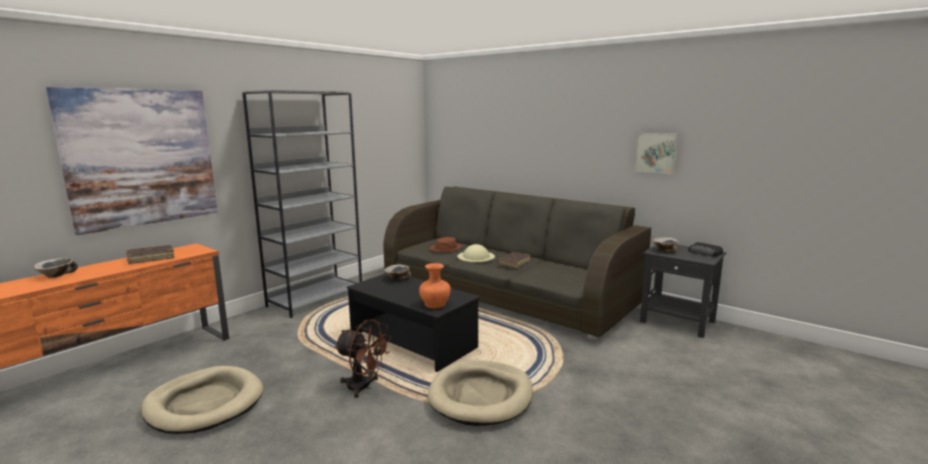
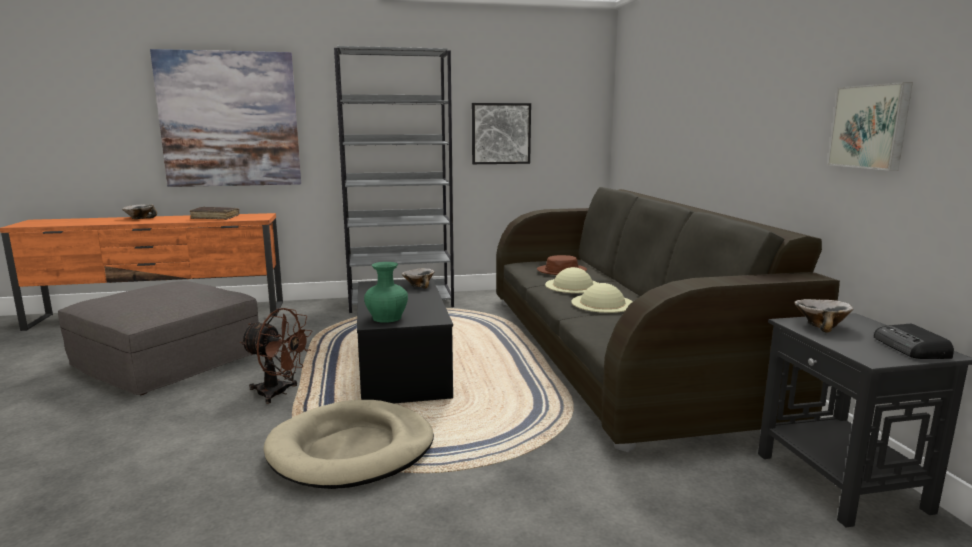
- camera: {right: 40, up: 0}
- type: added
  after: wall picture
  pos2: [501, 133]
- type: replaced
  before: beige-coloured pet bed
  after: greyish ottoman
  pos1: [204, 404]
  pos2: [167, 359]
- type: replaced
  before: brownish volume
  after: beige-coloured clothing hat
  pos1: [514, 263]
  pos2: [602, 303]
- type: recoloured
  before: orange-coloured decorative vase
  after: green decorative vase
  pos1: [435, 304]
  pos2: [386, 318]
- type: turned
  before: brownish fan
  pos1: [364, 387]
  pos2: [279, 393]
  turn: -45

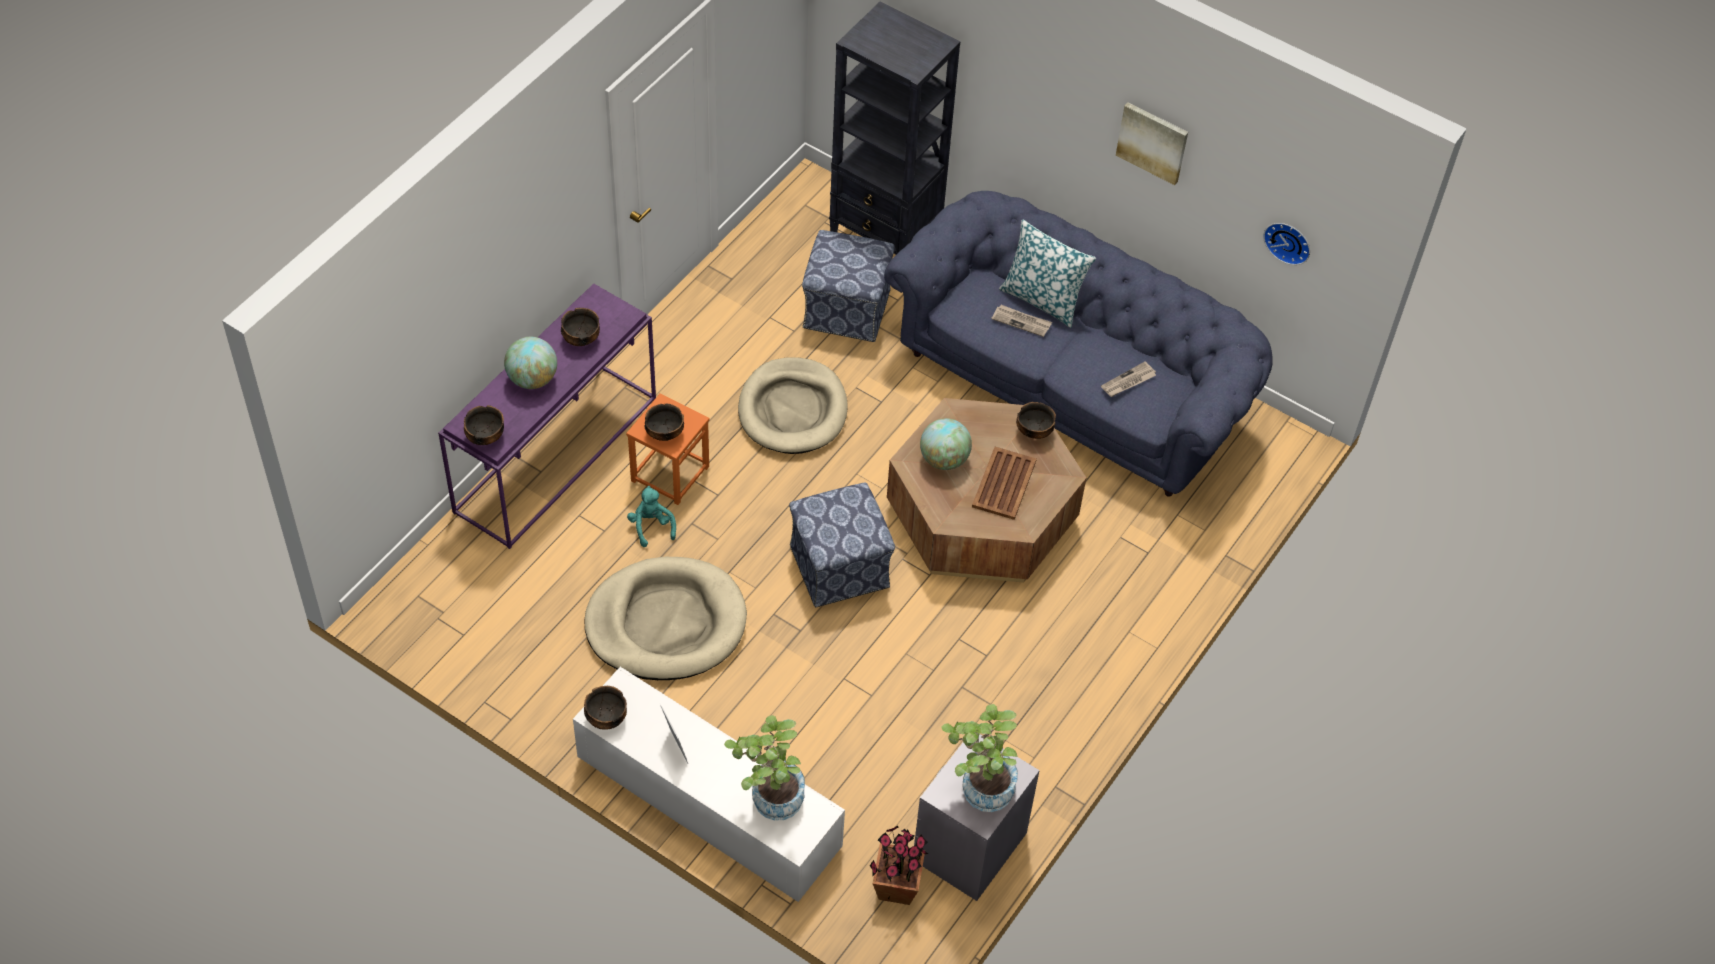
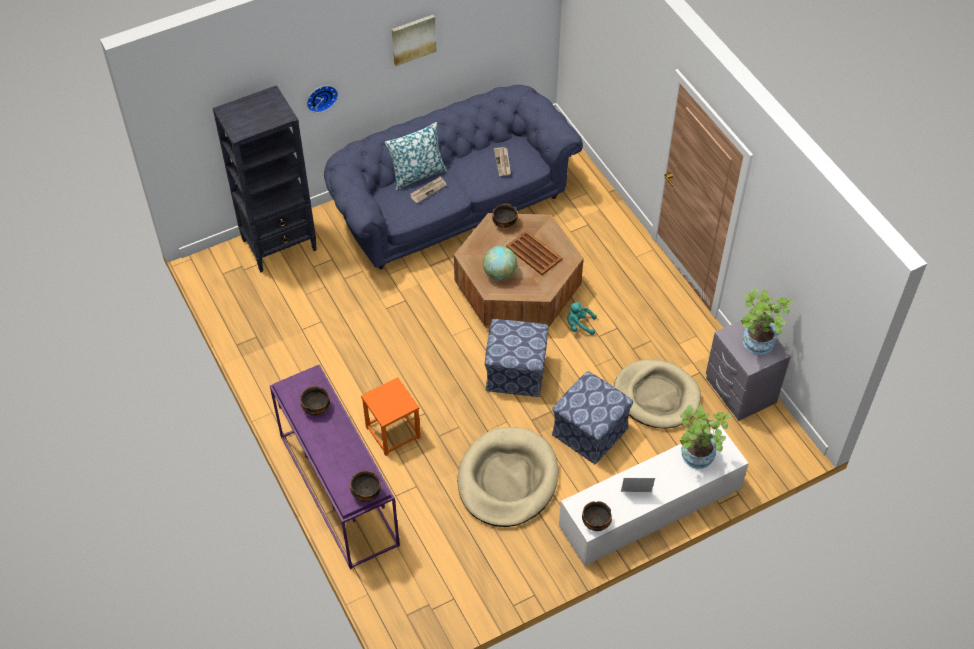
- camera: {right: -60, up: 0}
- type: removed
  before: world globe
  pos1: [532, 379]
- type: removed
  before: bowl
  pos1: [664, 433]
- type: removed
  before: plant in a pot
  pos1: [896, 887]
- type: moved
  before: turquoise plush toy
  pos1: [651, 526]
  pos2: [579, 325]
- type: moved
  before: beige-coloured pet bed
  pos1: [793, 410]
  pos2: [656, 396]
- type: moved
  before: ottoman
  pos1: [845, 309]
  pos2: [589, 432]
- type: moved
  before: wall clock
  pos1: [1288, 241]
  pos2: [321, 97]

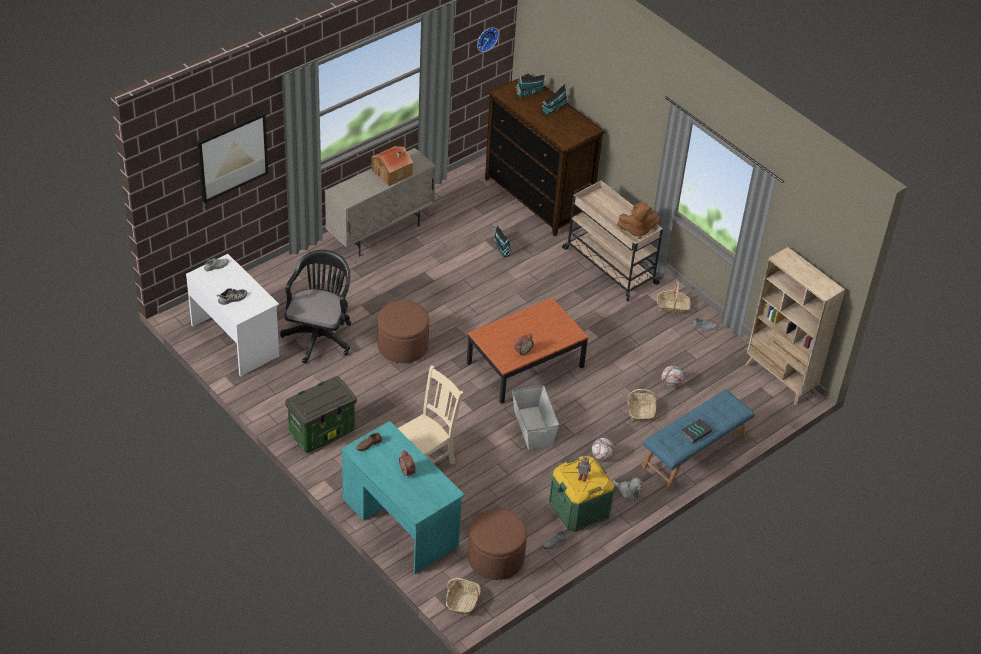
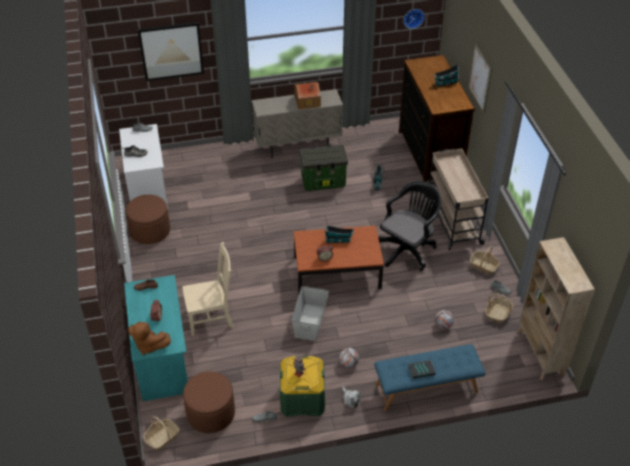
- camera: {right: 30, up: 0}
- type: added
  after: wall picture
  pos2: [480, 78]
- type: moved
  before: black-coloured office chair
  pos1: [319, 335]
  pos2: [408, 249]
- type: moved
  before: storage container
  pos1: [322, 431]
  pos2: [324, 181]
- type: moved
  before: brownish ottoman
  pos1: [402, 346]
  pos2: [150, 231]
- type: moved
  before: toy house
  pos1: [530, 92]
  pos2: [339, 240]
- type: moved
  before: brownish plush toy
  pos1: [637, 230]
  pos2: [149, 345]
- type: moved
  before: household basket
  pos1: [641, 411]
  pos2: [498, 313]

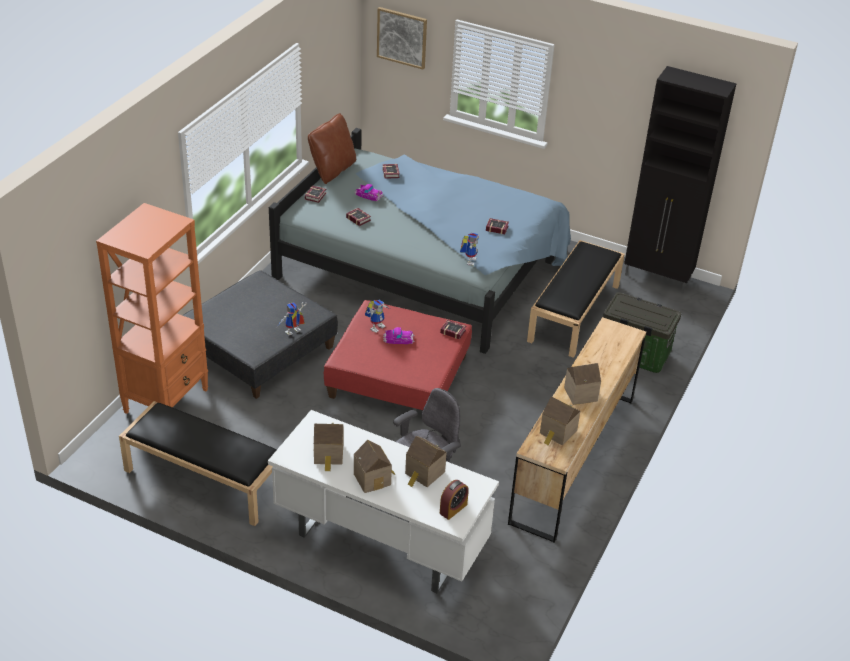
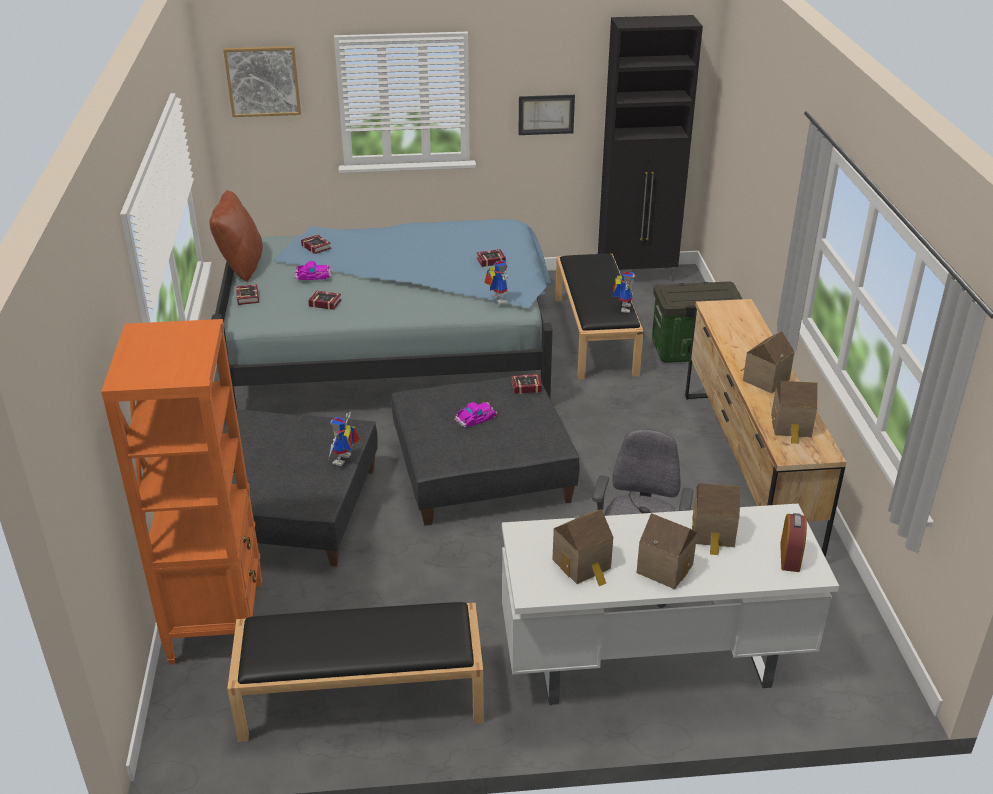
- camera: {right: -30, up: -5}
- type: added
  after: wall picture
  pos2: [546, 114]
- type: moved
  before: robot figure
  pos1: [377, 326]
  pos2: [622, 307]
- type: recoloured
  before: red ottoman
  after: greyish ottoman
  pos1: [399, 377]
  pos2: [482, 469]

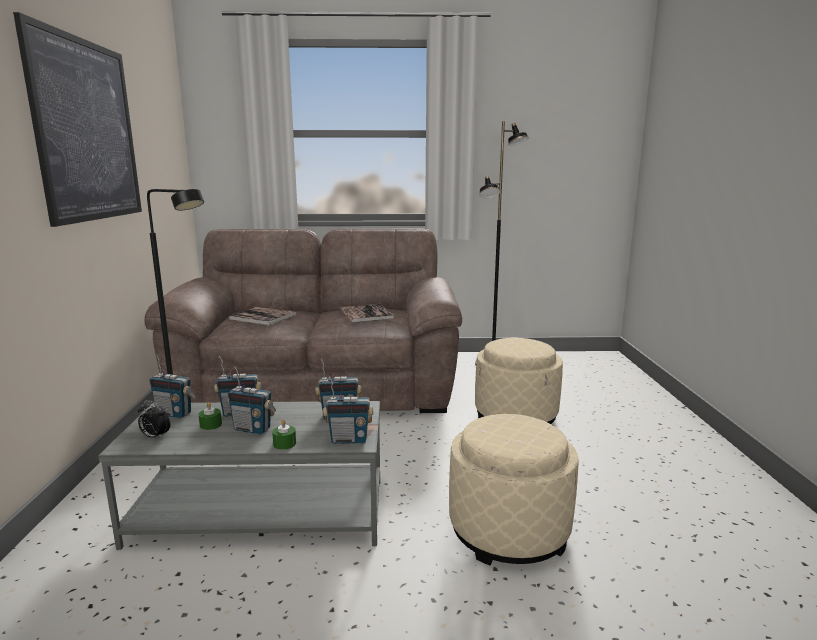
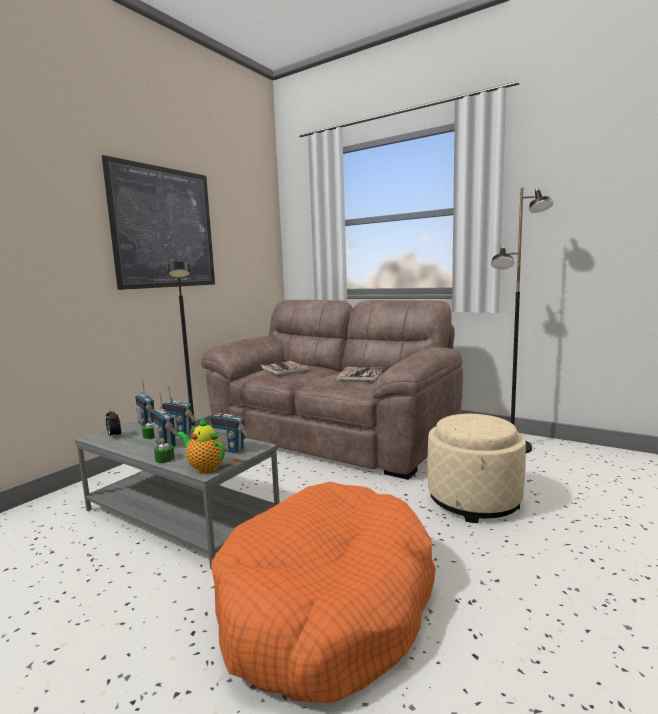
- camera: {right: 35, up: -5}
- type: replaced
  before: radio receiver
  after: pot for tea
  pos1: [349, 439]
  pos2: [204, 467]
- type: replaced
  before: beige-coloured ottoman
  after: orange-coloured pet bed
  pos1: [508, 530]
  pos2: [327, 603]

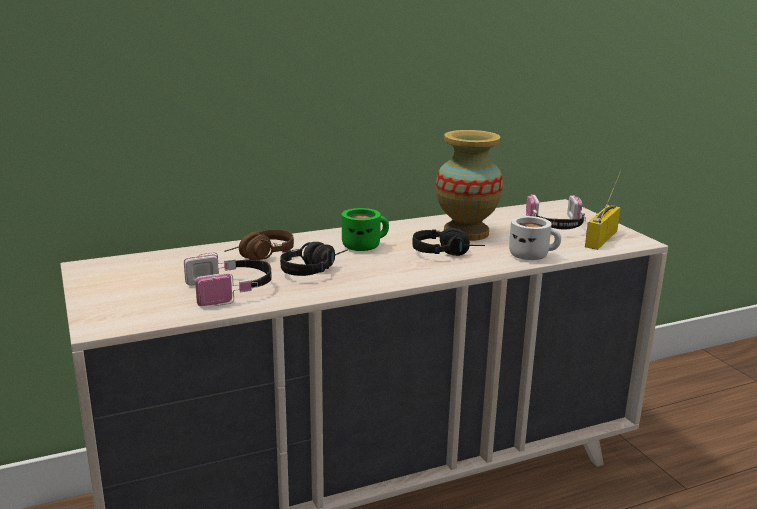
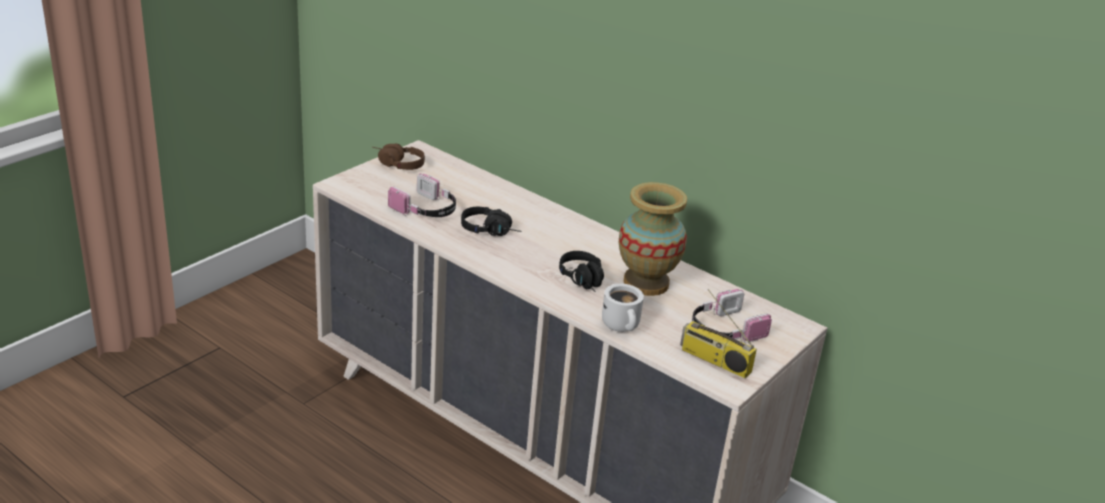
- camera: {right: 60, up: 10}
- type: removed
  before: green coffee mug
  pos1: [363, 246]
- type: moved
  before: brownish pair of headphones
  pos1: [261, 256]
  pos2: [396, 164]
- type: turned
  before: radio receiver
  pos1: [600, 238]
  pos2: [714, 360]
  turn: -150

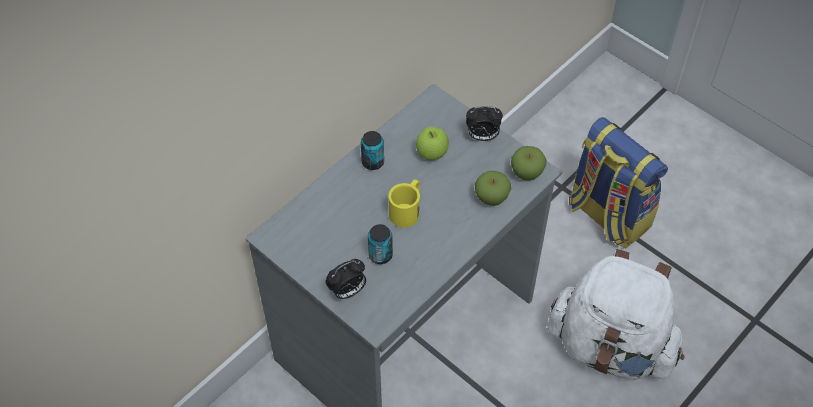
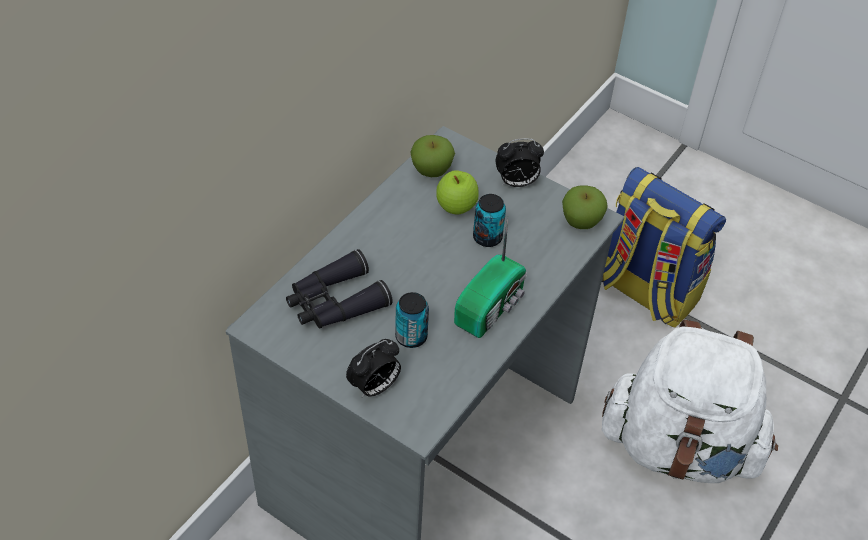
- camera: {right: -10, up: -5}
- type: removed
  before: yellow coffee mug
  pos1: [407, 209]
- type: added
  after: black-coloured binoculars
  pos2: [335, 302]
- type: added
  after: radio receiver
  pos2: [492, 306]
- type: moved
  before: can
  pos1: [373, 162]
  pos2: [487, 237]
- type: moved
  before: apple fruit
  pos1: [491, 199]
  pos2: [431, 171]

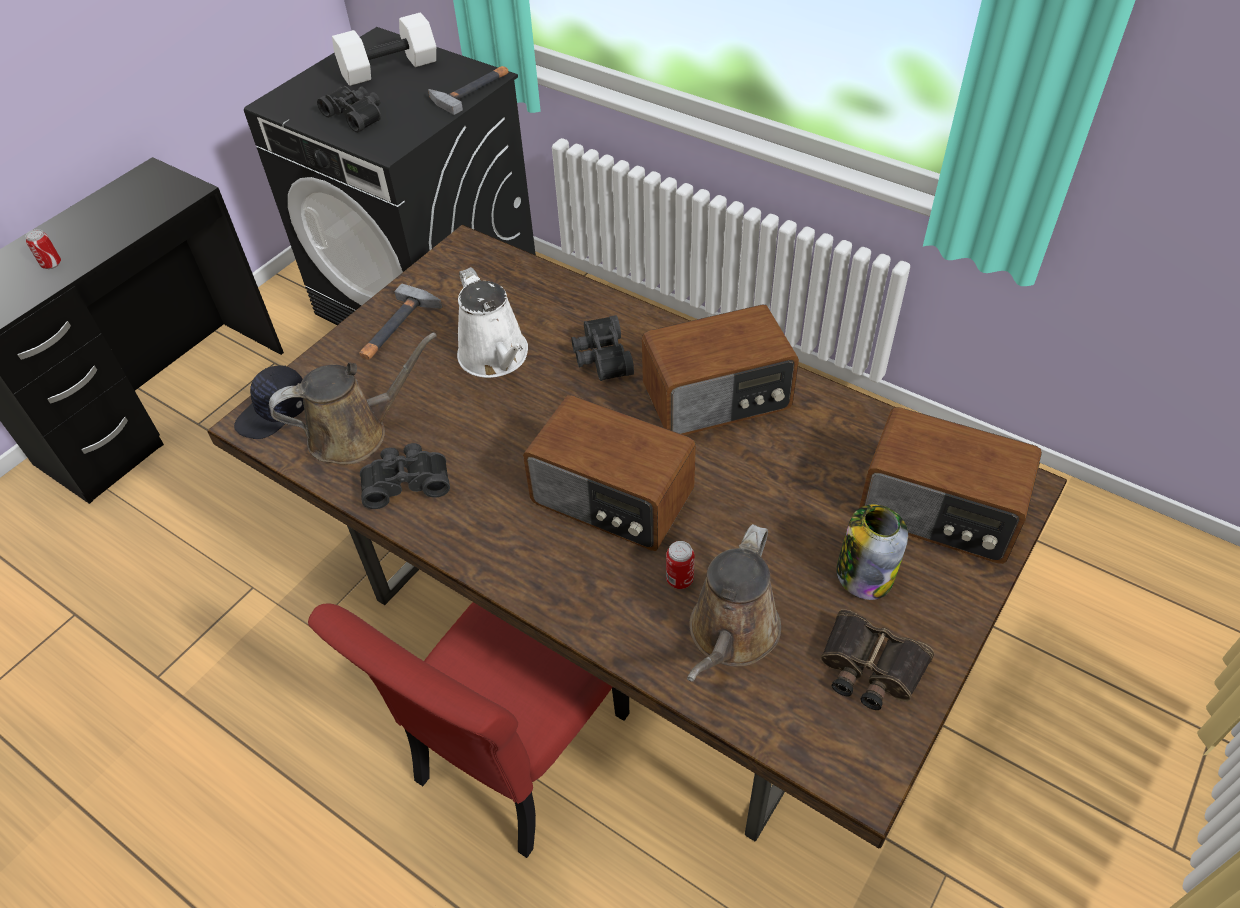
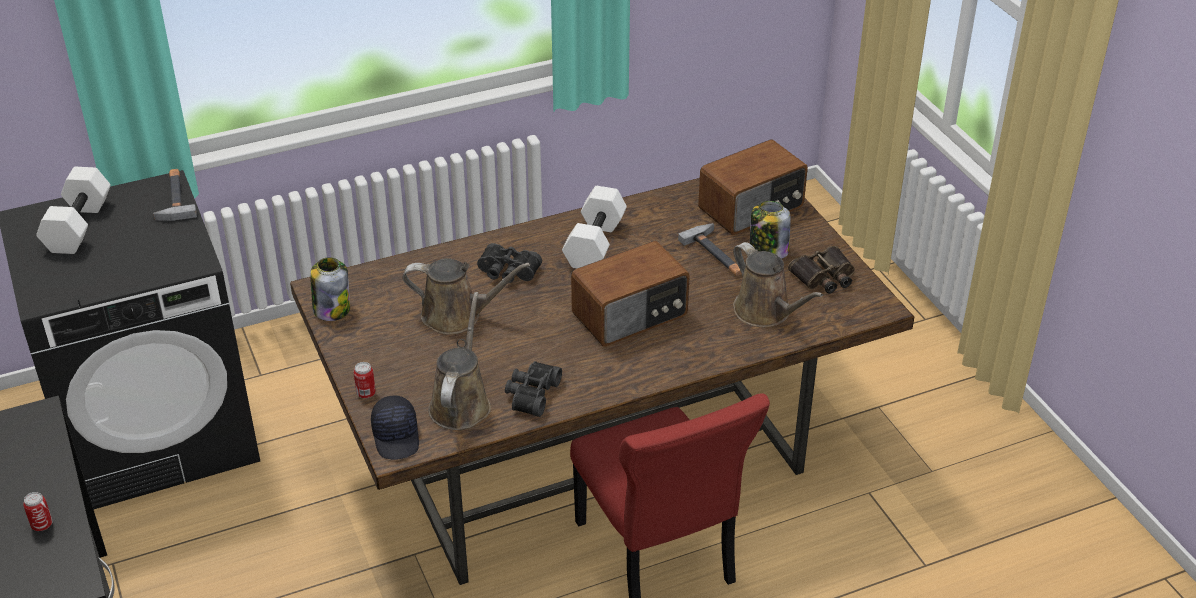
- camera: {right: -60, up: -10}
- type: removed
  before: black-coloured binoculars
  pos1: [356, 115]
- type: added
  after: preserve jar
  pos2: [331, 309]
- type: moved
  before: hand hammer
  pos1: [397, 328]
  pos2: [717, 254]
- type: moved
  before: can
  pos1: [679, 579]
  pos2: [366, 393]
- type: replaced
  before: radio receiver
  after: white-coloured dumbbell
  pos1: [718, 398]
  pos2: [593, 243]
- type: recoloured
  before: white-coloured watering can
  after: brownish watering can
  pos1: [496, 357]
  pos2: [457, 316]

